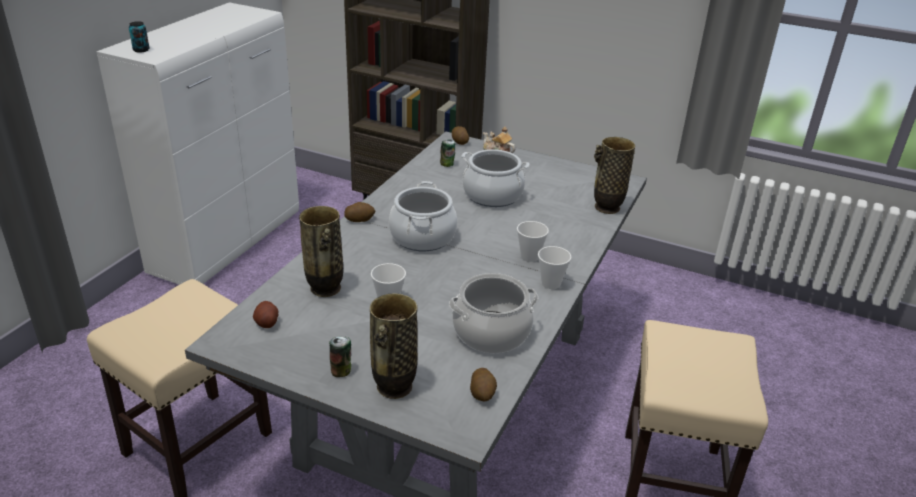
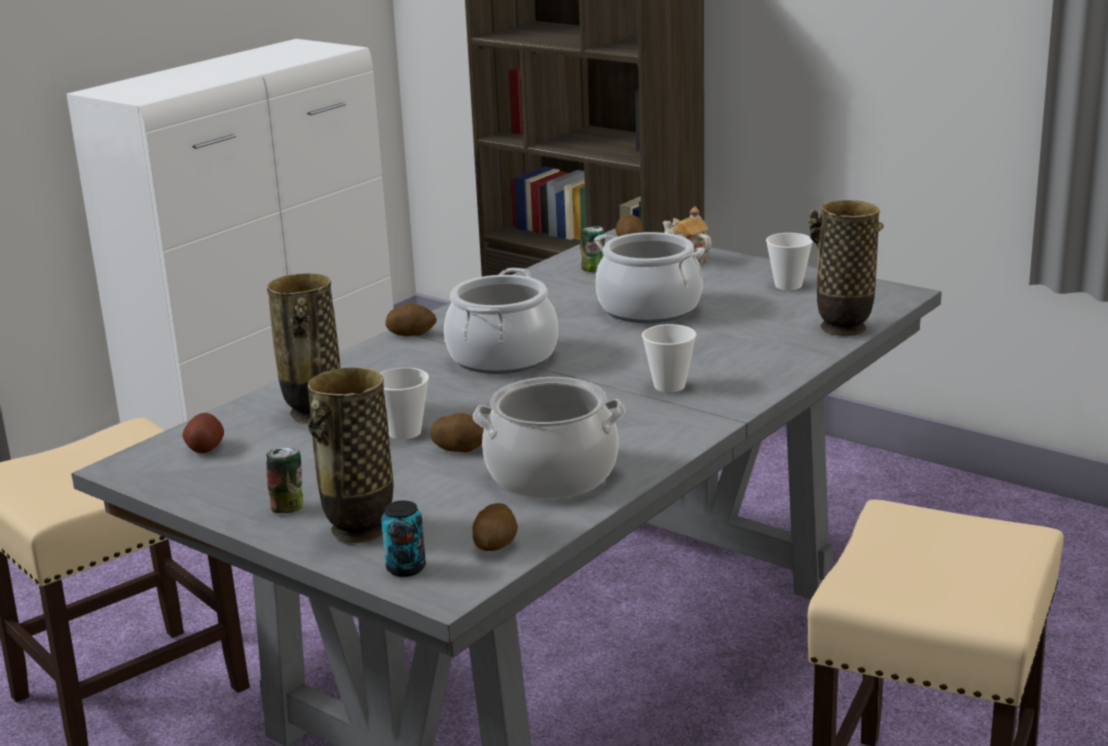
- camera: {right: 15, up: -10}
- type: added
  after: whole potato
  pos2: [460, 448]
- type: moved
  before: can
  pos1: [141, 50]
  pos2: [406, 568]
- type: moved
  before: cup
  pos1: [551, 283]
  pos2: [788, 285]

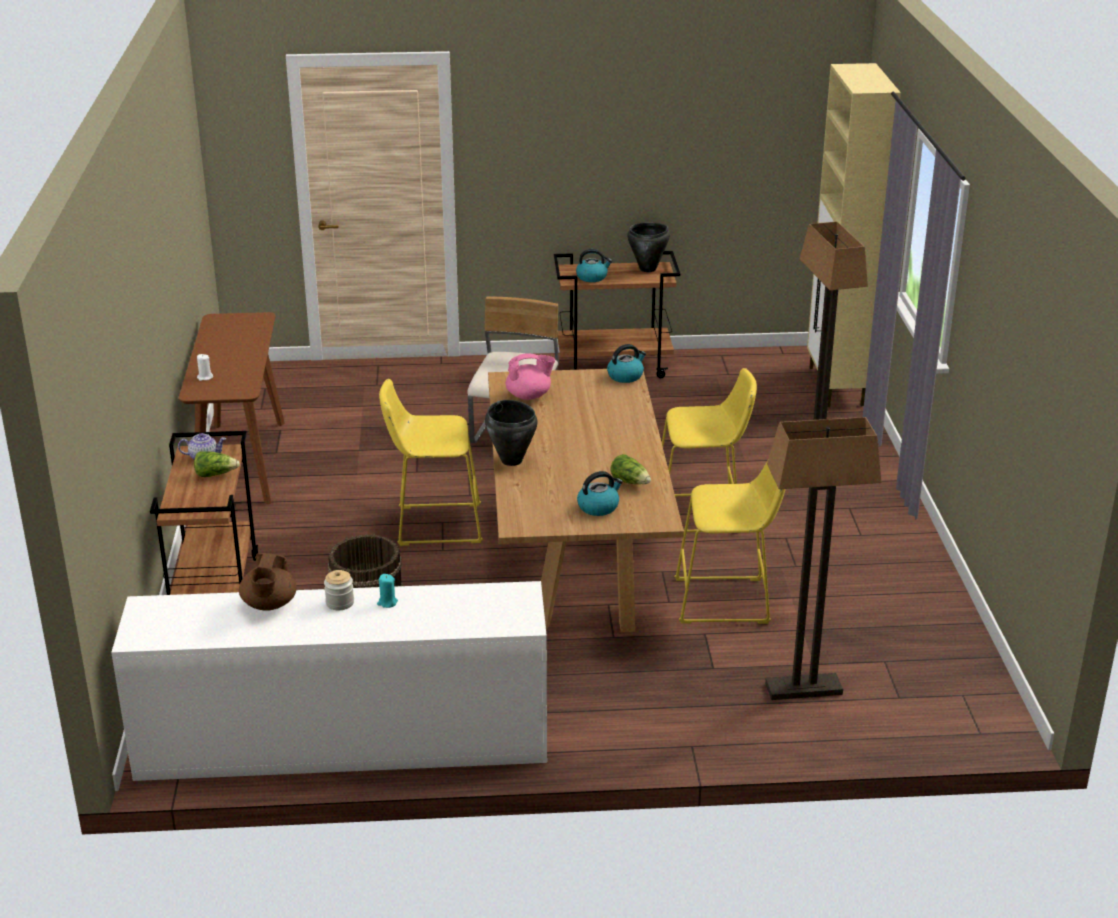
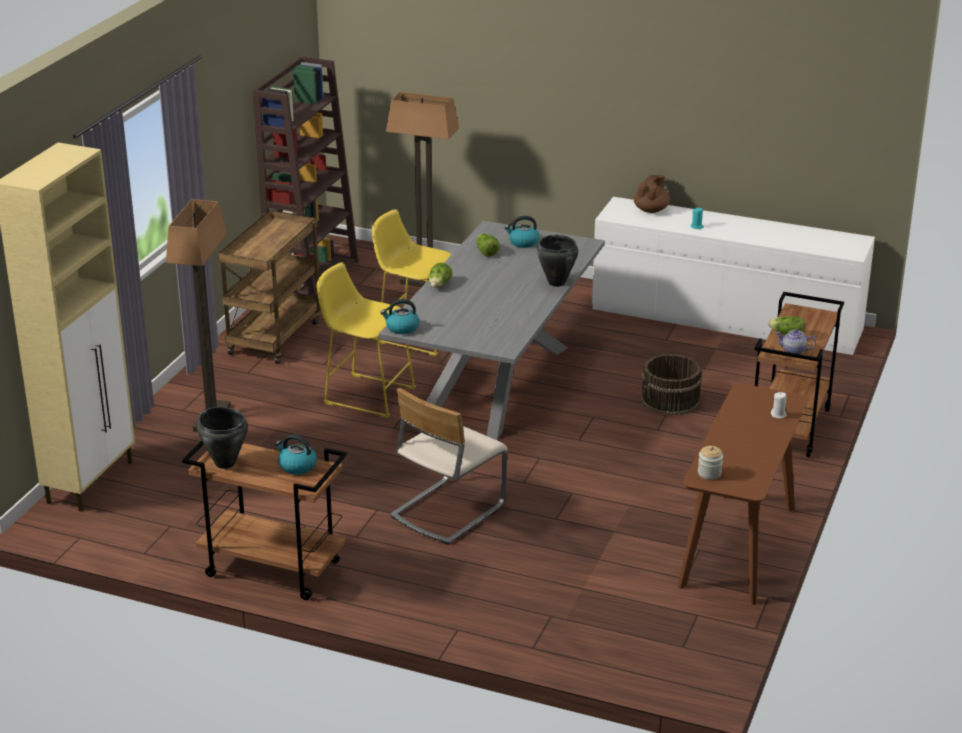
- camera: {right: -155, up: 0}
- type: removed
  before: yellow sitting stool
  pos1: [434, 524]
- type: removed
  before: pink-coloured pot for tea
  pos1: [529, 396]
- type: added
  after: brownish cart
  pos2: [274, 336]
- type: added
  after: brownish bookcase
  pos2: [313, 277]
- type: added
  after: lettuce
  pos2: [439, 285]
- type: moved
  before: brownish pot for tea
  pos1: [269, 605]
  pos2: [651, 210]
- type: moved
  before: preserve jar
  pos1: [340, 603]
  pos2: [709, 473]
- type: recoloured
  before: brownish dining table
  after: greyish dining table
  pos1: [578, 562]
  pos2: [495, 383]

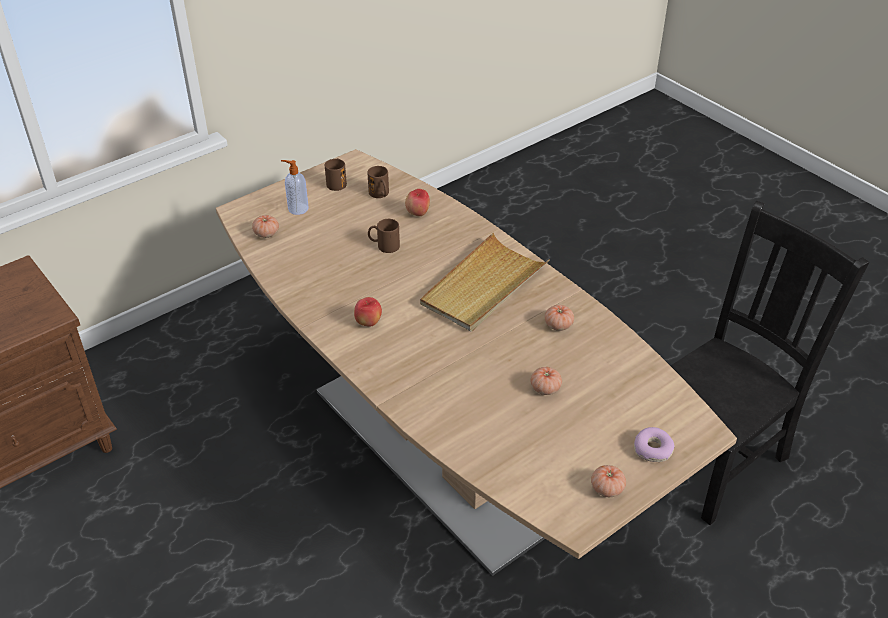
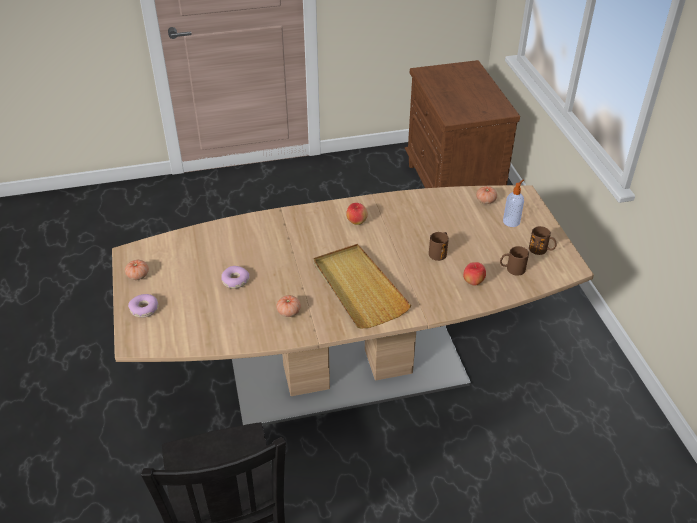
- camera: {right: 115, up: 0}
- type: replaced
  before: tomato
  after: doughnut
  pos1: [545, 388]
  pos2: [235, 281]

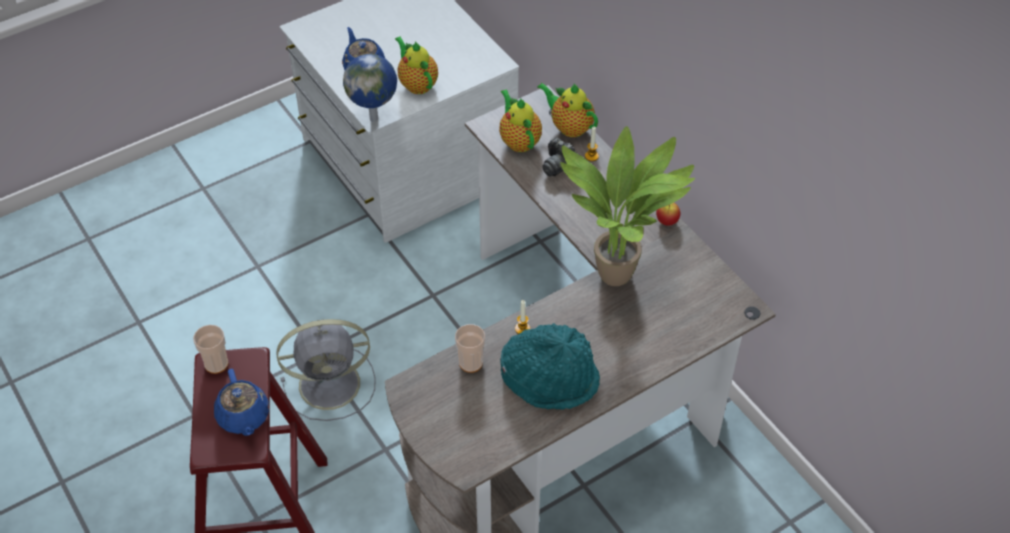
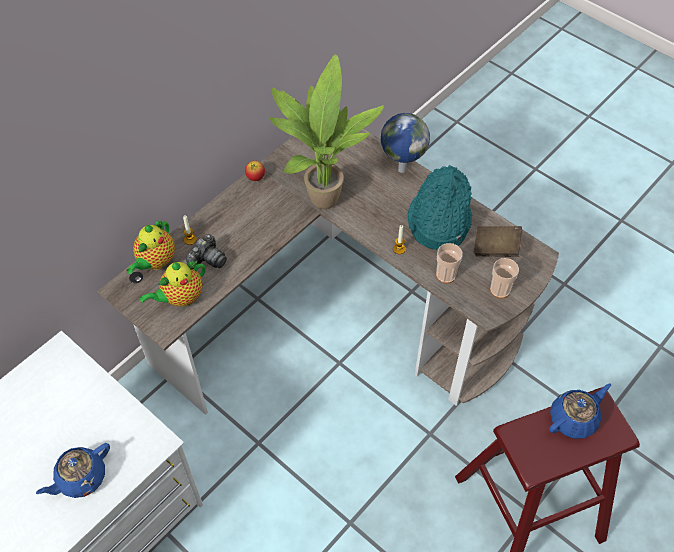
- camera: {right: -105, up: 5}
- type: removed
  before: greyish fan
  pos1: [332, 384]
- type: removed
  before: pot for tea
  pos1: [417, 84]
- type: added
  after: brownish volume
  pos2: [496, 248]
- type: moved
  before: cup
  pos1: [216, 364]
  pos2: [500, 290]
- type: moved
  before: world globe
  pos1: [375, 118]
  pos2: [401, 169]

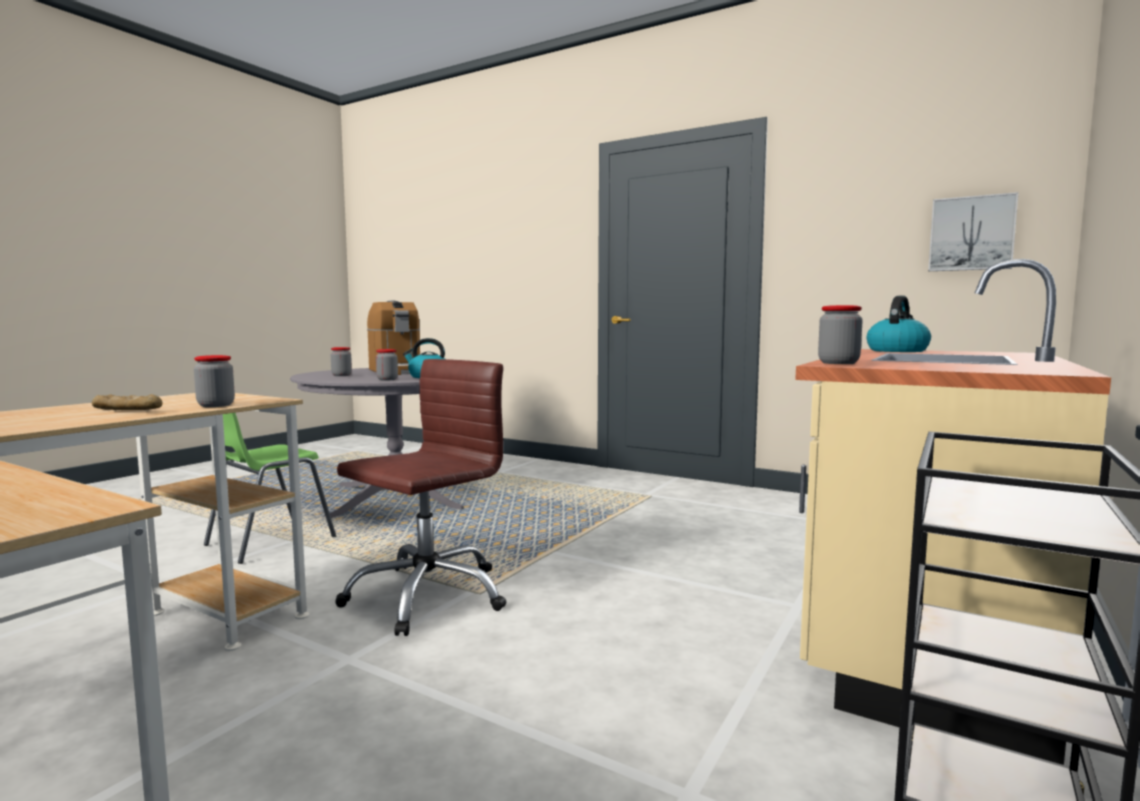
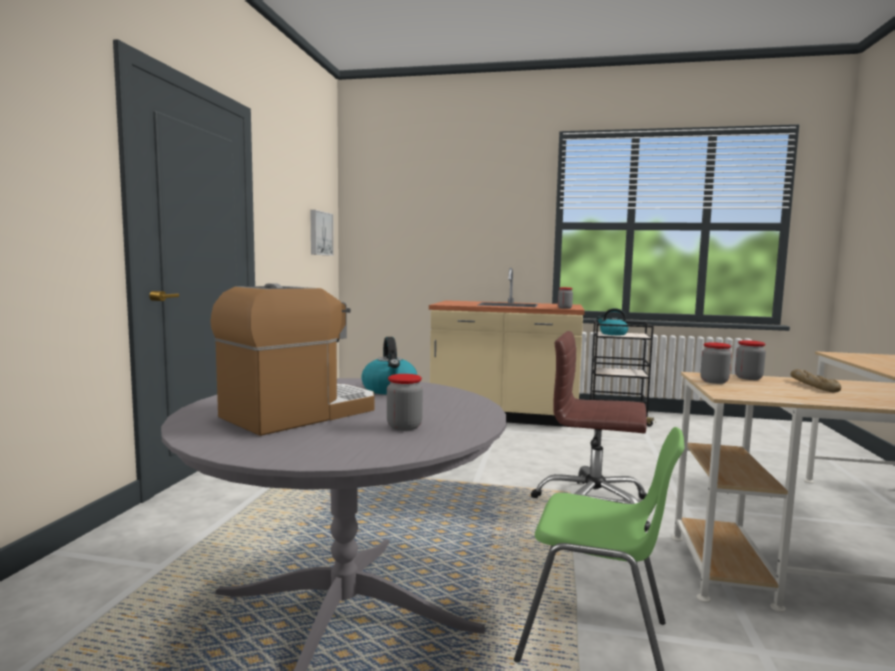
- camera: {right: -110, up: 0}
- type: moved
  before: preserve jar
  pos1: [387, 379]
  pos2: [714, 381]
- type: moved
  before: kettle
  pos1: [897, 351]
  pos2: [613, 334]

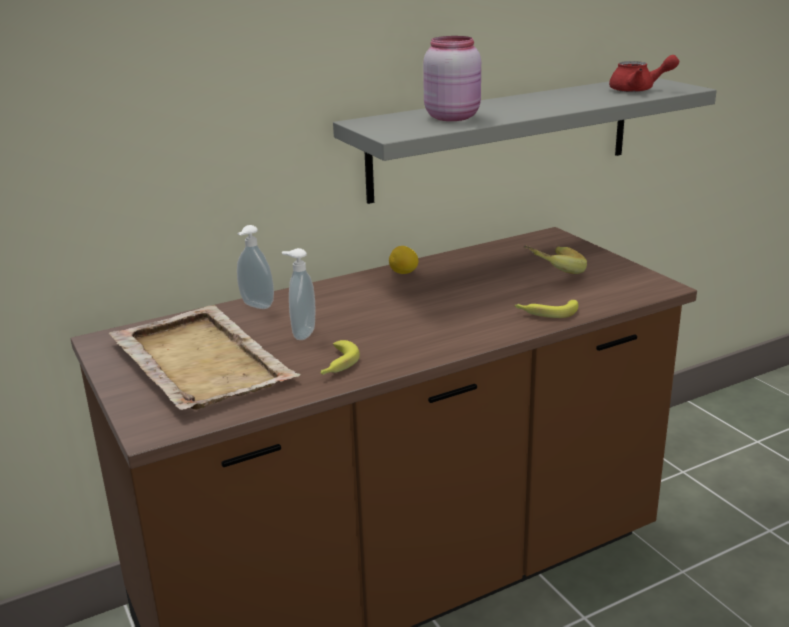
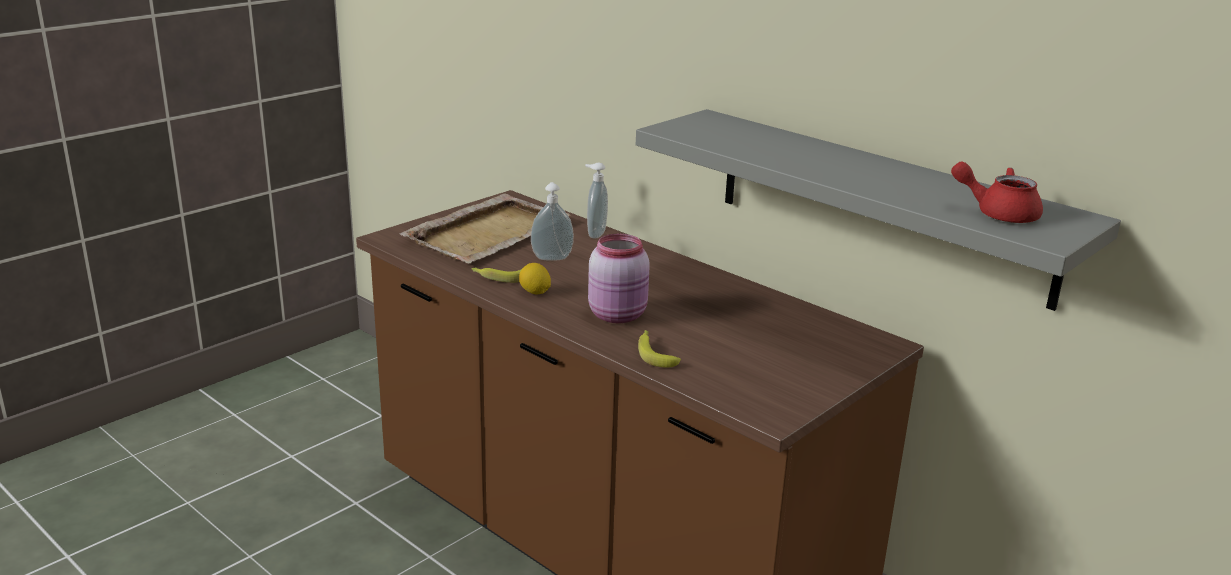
- camera: {right: 70, up: 0}
- type: removed
  before: whole banana
  pos1: [551, 272]
- type: moved
  before: citrus fruit
  pos1: [404, 273]
  pos2: [534, 292]
- type: moved
  before: pink-coloured preserve jar
  pos1: [452, 117]
  pos2: [619, 315]
- type: turned
  before: red pot for tea
  pos1: [638, 90]
  pos2: [998, 213]
  turn: 120

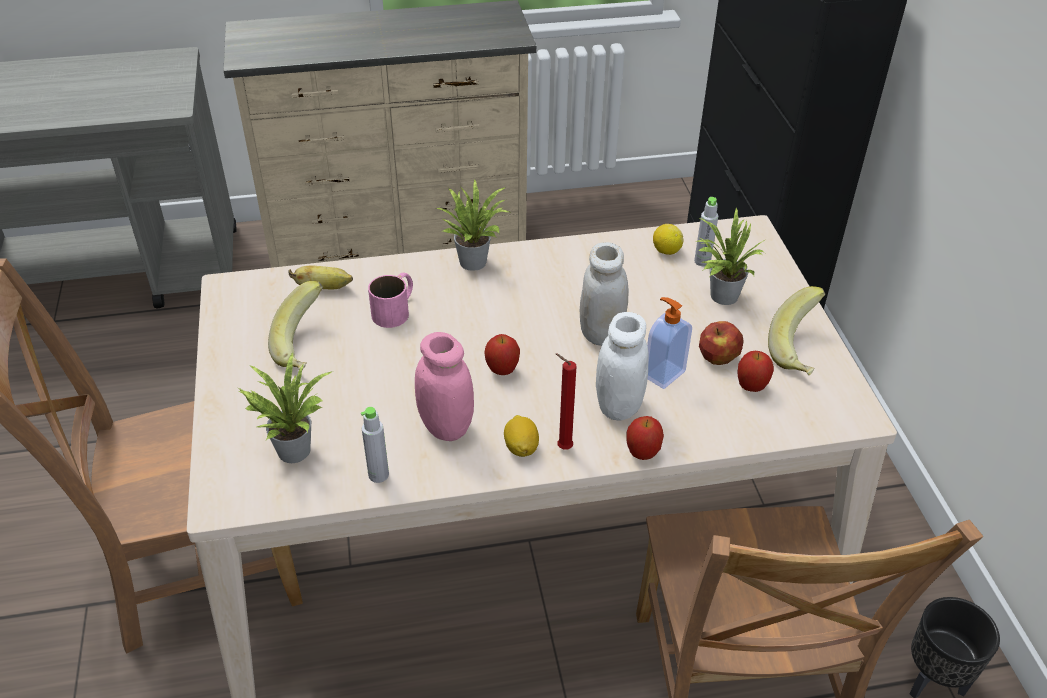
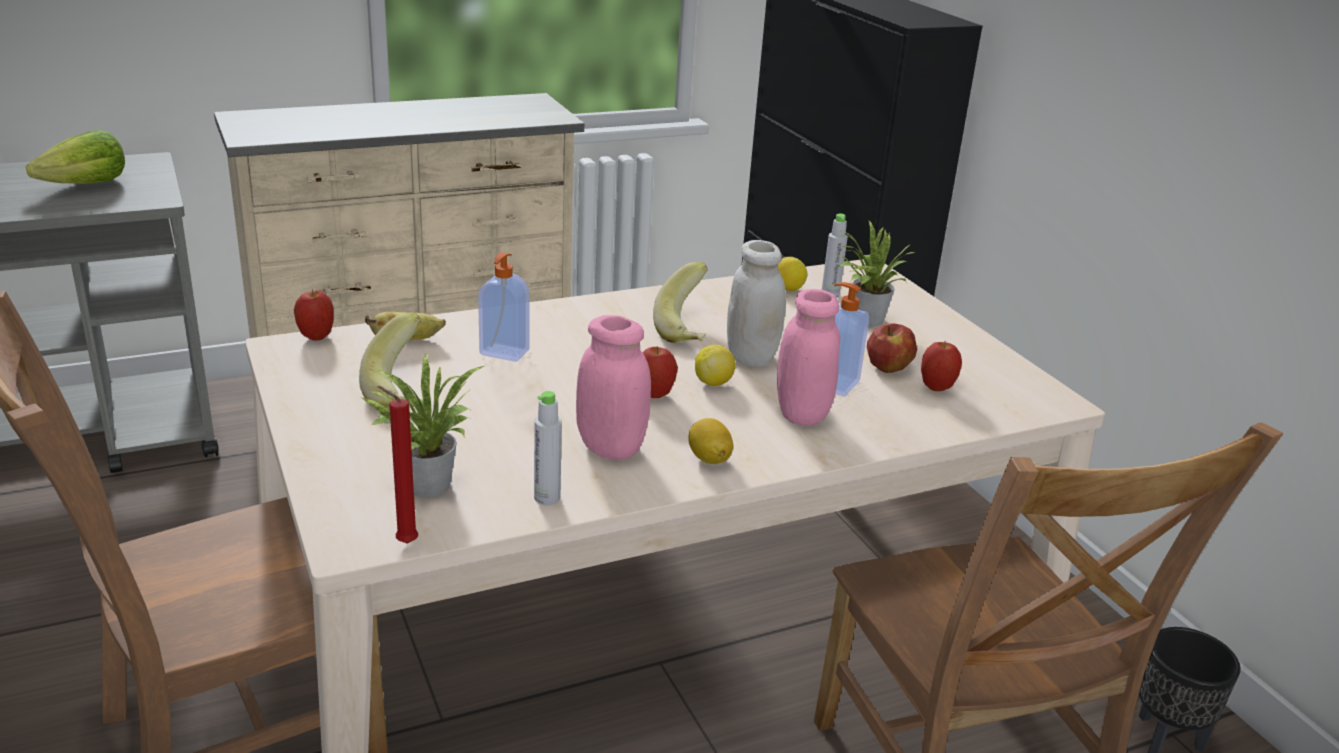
- camera: {right: -15, up: -15}
- type: removed
  before: plant in a pot
  pos1: [474, 260]
- type: added
  after: lettuce
  pos2: [86, 186]
- type: added
  after: citrus fruit
  pos2: [713, 382]
- type: moved
  before: red candle
  pos1: [562, 447]
  pos2: [403, 543]
- type: moved
  before: apple fruit
  pos1: [642, 454]
  pos2: [316, 337]
- type: moved
  before: whole banana
  pos1: [800, 350]
  pos2: [690, 330]
- type: replaced
  before: pink-coloured coffee mug
  after: soap dispenser
  pos1: [396, 309]
  pos2: [503, 353]
- type: recoloured
  before: white-coloured preserve jar
  after: pink-coloured preserve jar
  pos1: [618, 406]
  pos2: [802, 414]

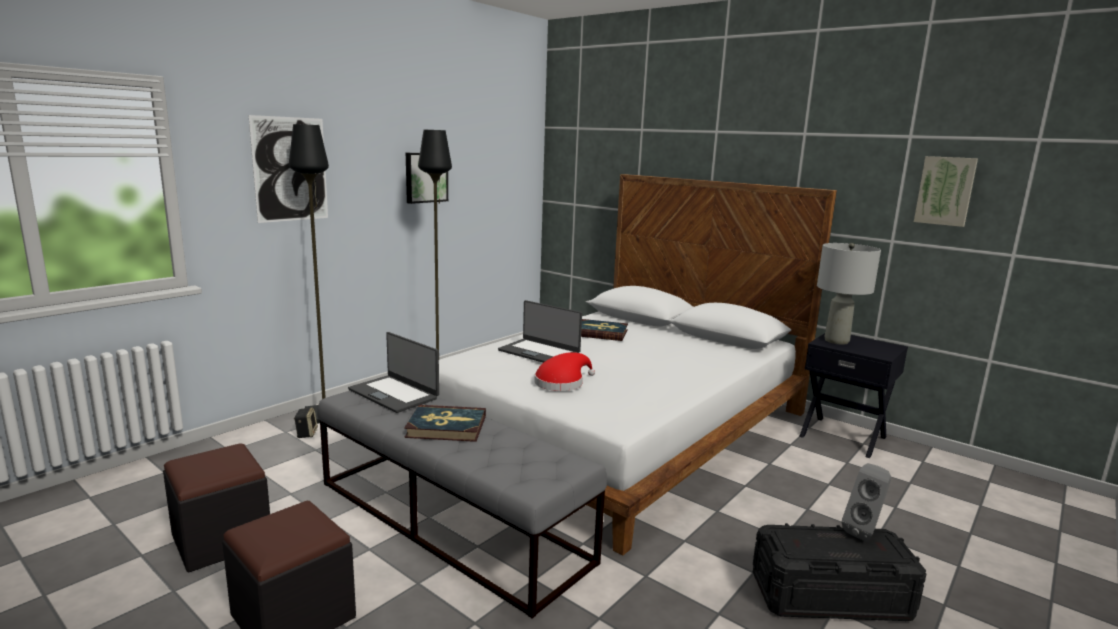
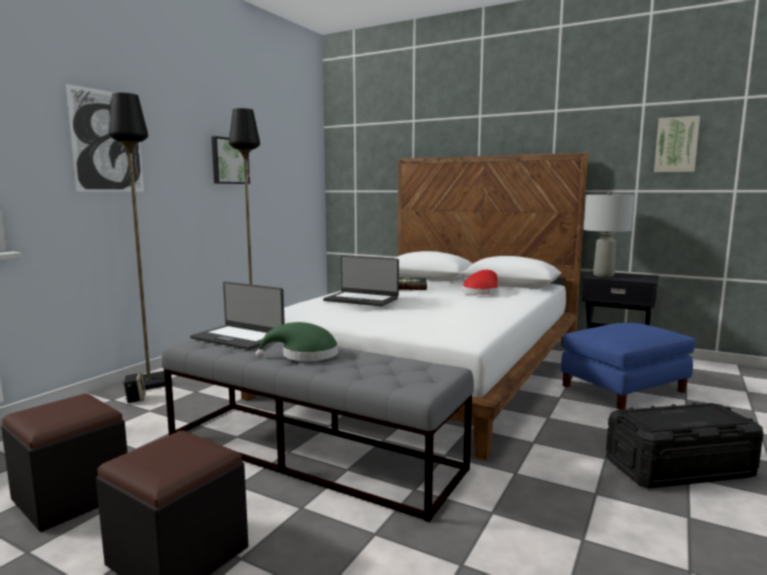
- camera: {right: -10, up: -5}
- type: removed
  before: greyish audio speaker
  pos1: [864, 532]
- type: added
  after: blue ottoman
  pos2: [624, 389]
- type: moved
  before: red clothing hat
  pos1: [562, 382]
  pos2: [481, 292]
- type: replaced
  before: volume
  after: green clothing hat
  pos1: [446, 427]
  pos2: [305, 355]

